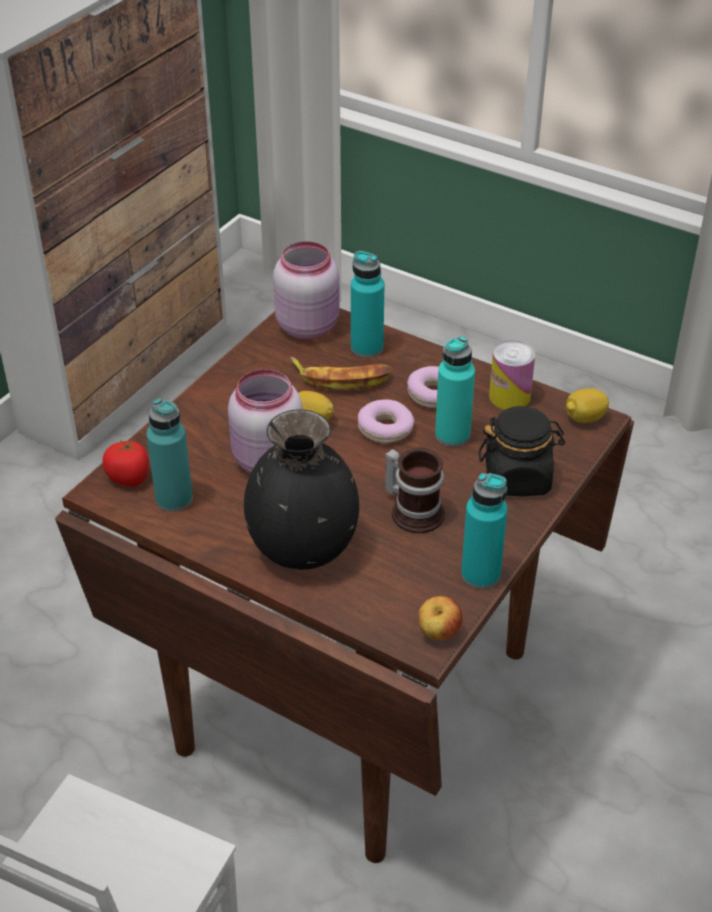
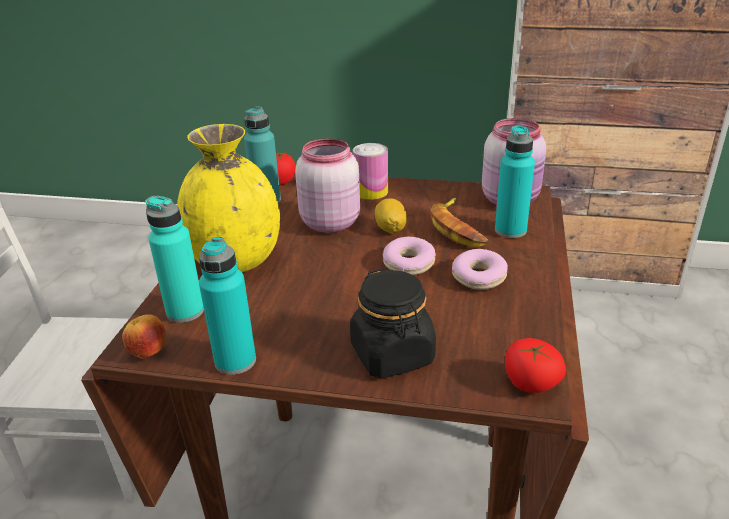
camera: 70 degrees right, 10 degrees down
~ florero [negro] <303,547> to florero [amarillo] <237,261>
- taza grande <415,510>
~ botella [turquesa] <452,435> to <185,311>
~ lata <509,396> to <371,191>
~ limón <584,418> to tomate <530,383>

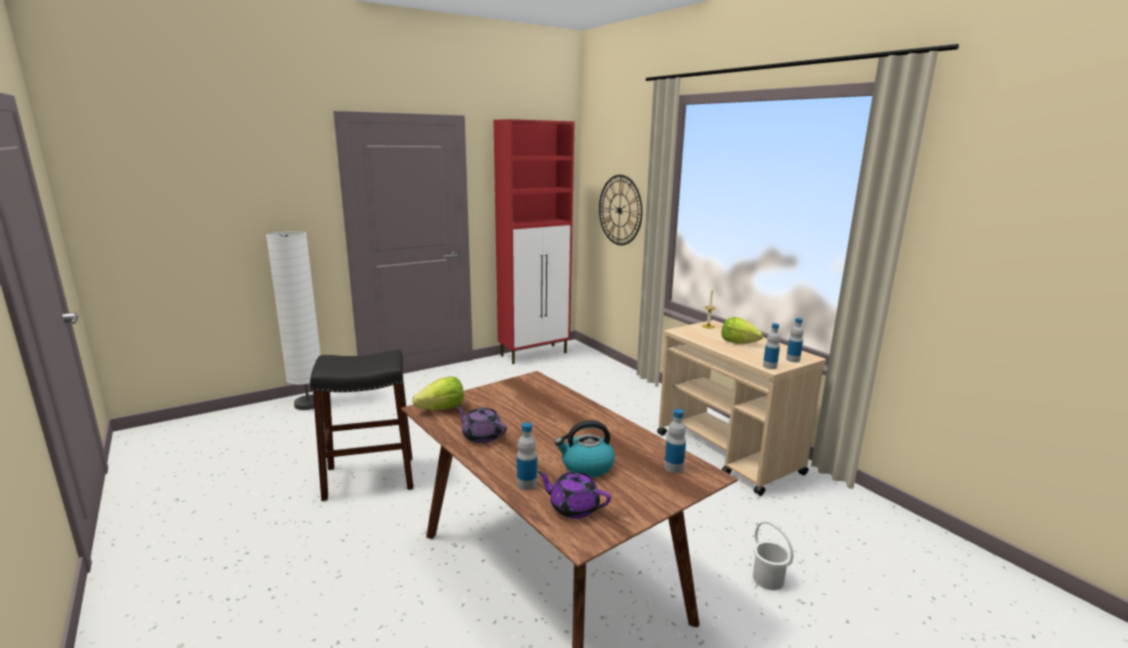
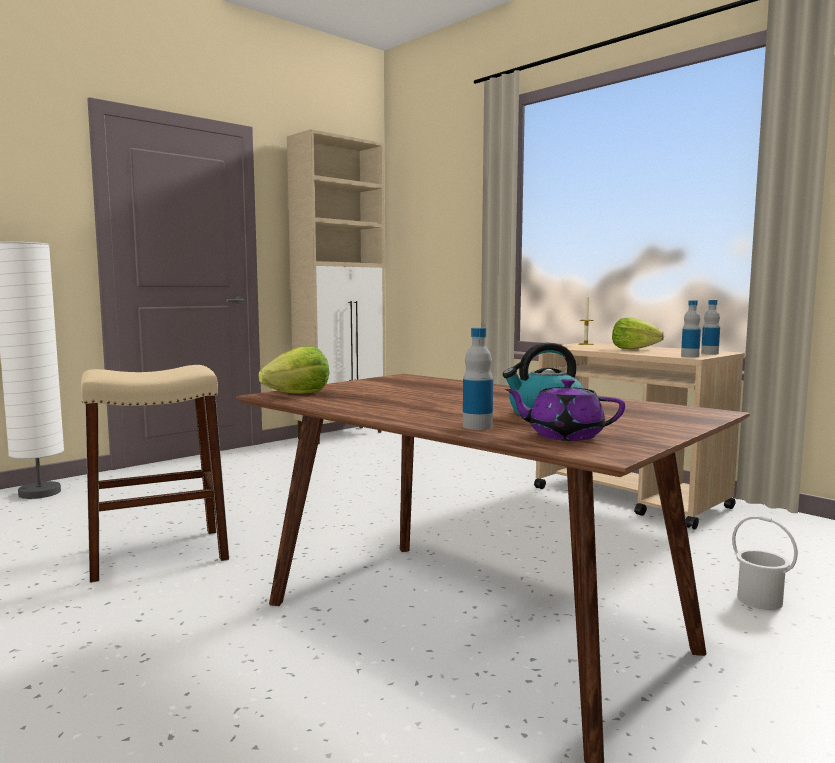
camera: 10 degrees left, 10 degrees down
~ taburete [negro] <370,477> to taburete [beis] <158,554>
- tetera [morado] <481,436>
~ armario [rojo] <535,354> to armario [beis] <342,435>
- reloj de pared <620,210>
- botella <673,467>

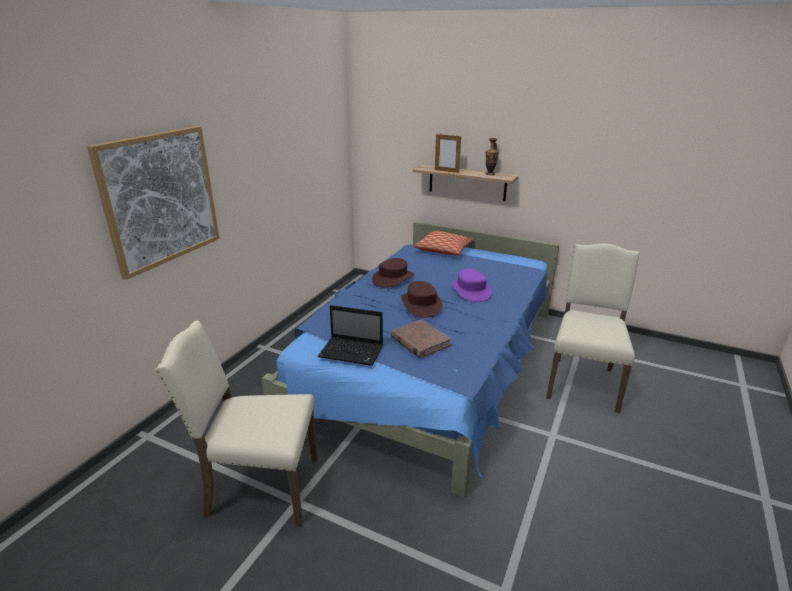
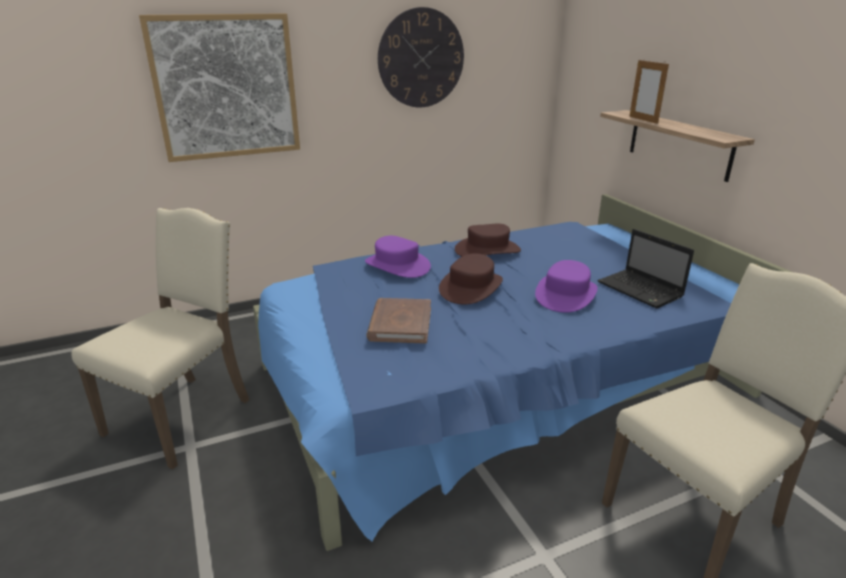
camera: 40 degrees right, 0 degrees up
~ silla [beis] <260,488> = <183,416> 75 degrees clockwise
~ portátil <352,352> to <641,290>
- cojín <444,250>
- florero <490,174>
+ sombrero [morado] <397,265>
+ reloj de pared <421,58>

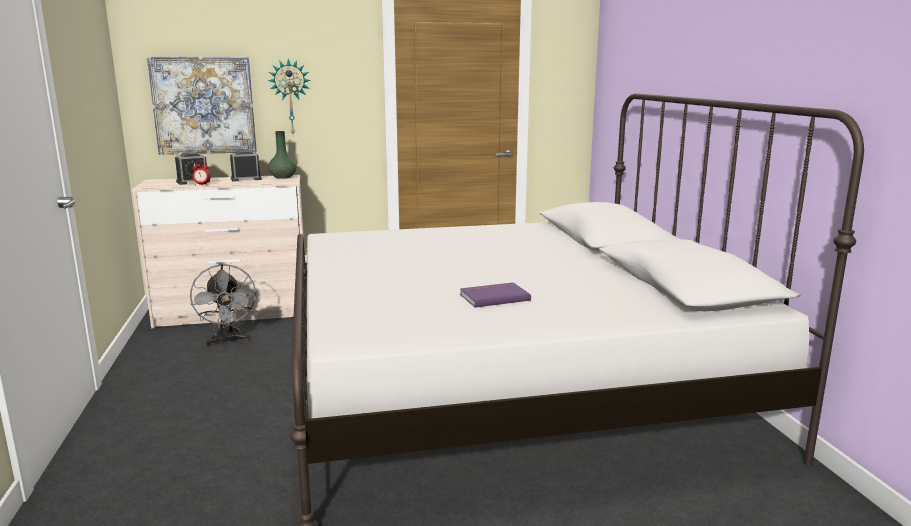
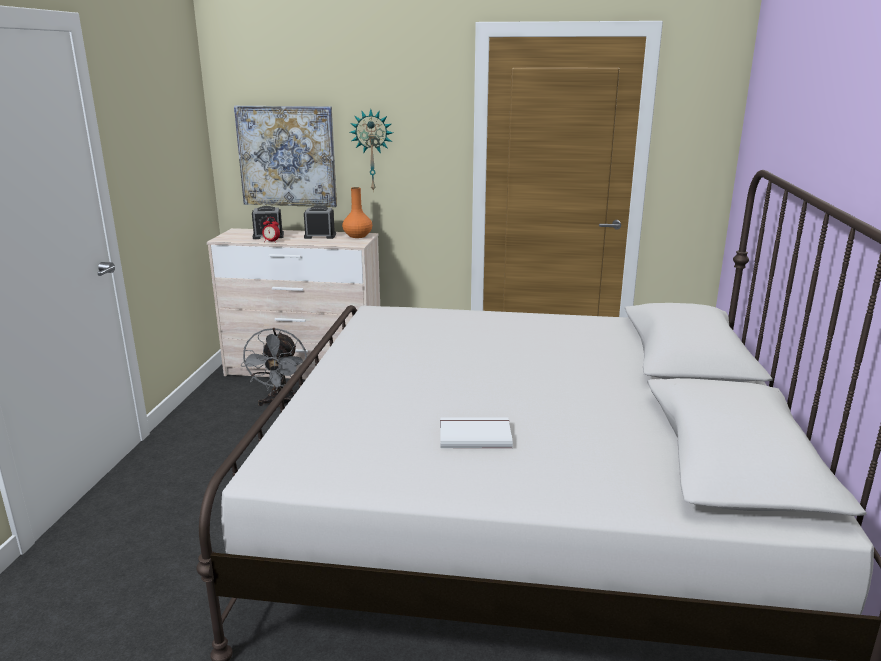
camera: 20 degrees right, 5 degrees up
~ florero [verde] <283,177> to florero [naranja] <358,236>
~ libro [morado] <493,297> to libro [blanco] <474,434>

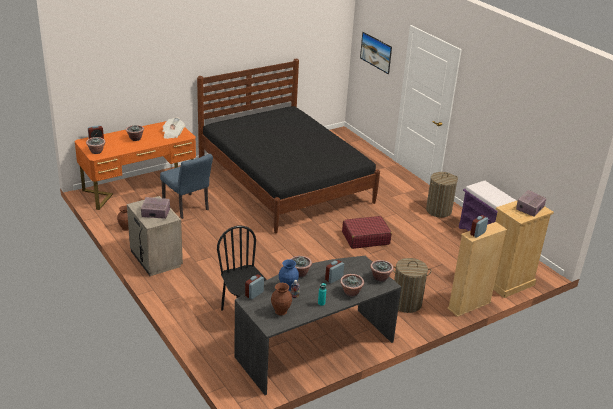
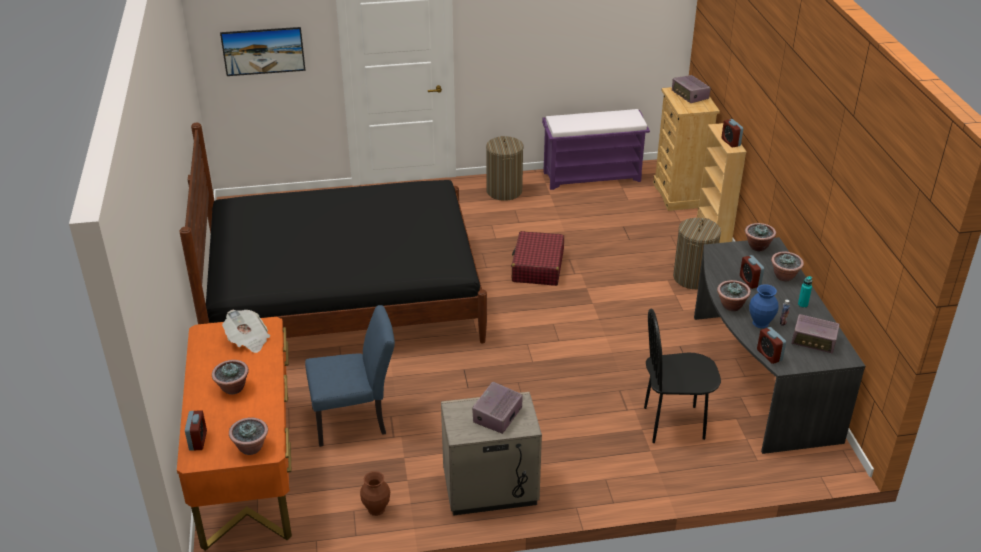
camera: 65 degrees left, 5 degrees up
~ florero [marrón] <281,311> to radio <814,341>

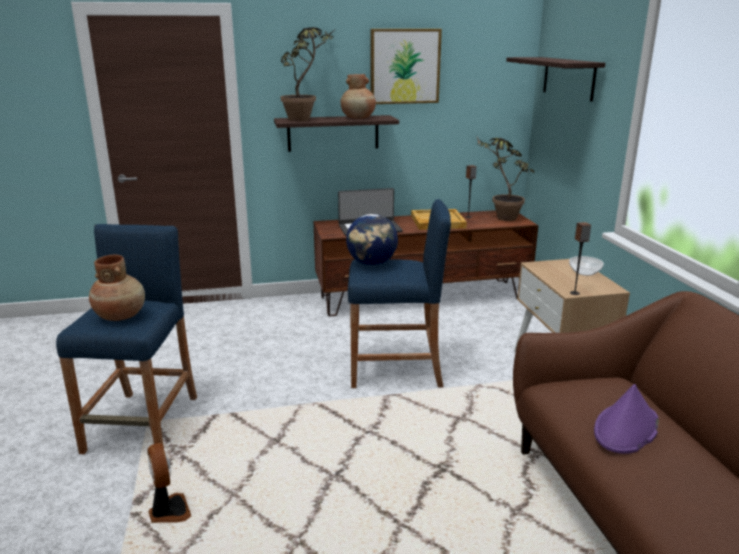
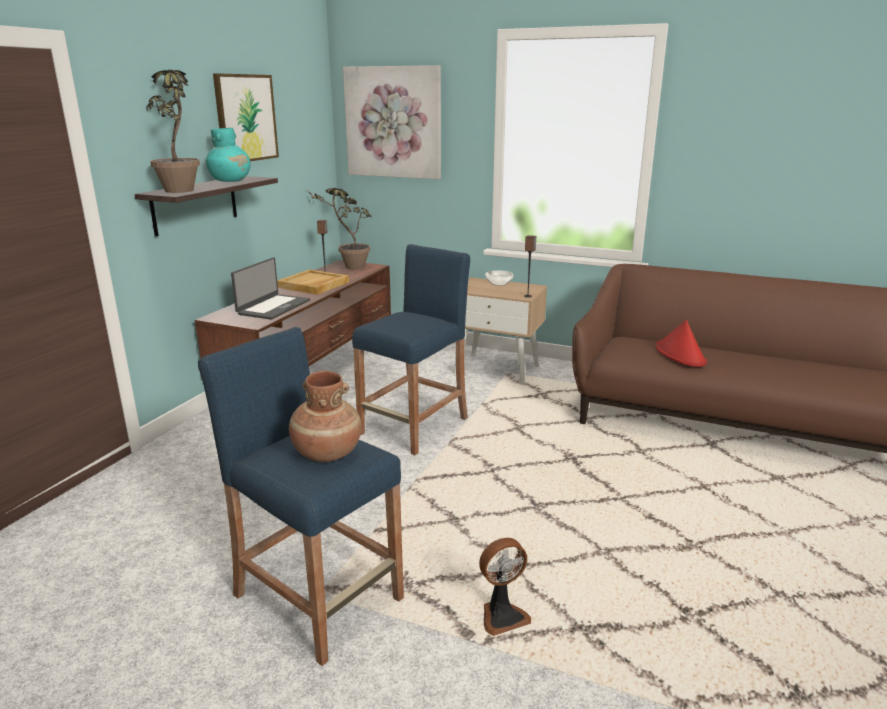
camera: 55 degrees left, 0 degrees up
~ ventilador <169,512> = <502,616> 150 degrees clockwise
~ florero [marrón] <358,118> to florero [turquesa] <231,181>
- globo terráqueo <372,264>
~ estante <568,78> to cuadro <393,122>
~ sombrero [morado] <626,428> to sombrero [rojo] <680,354>

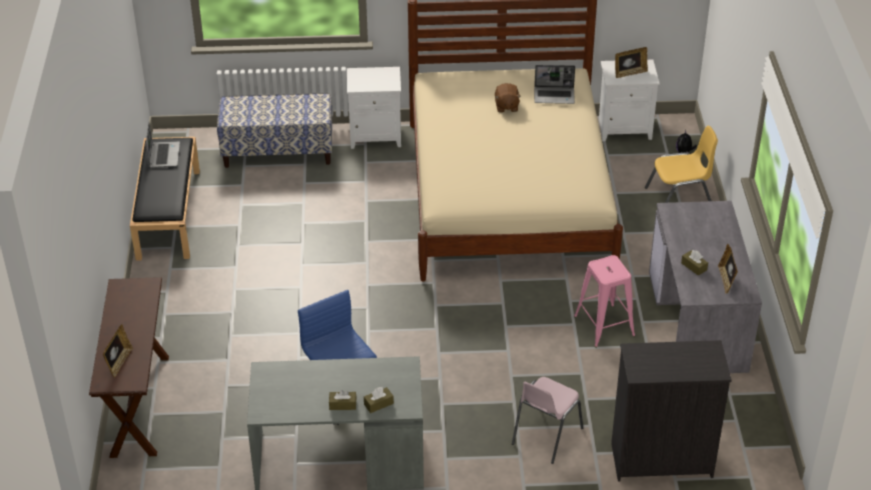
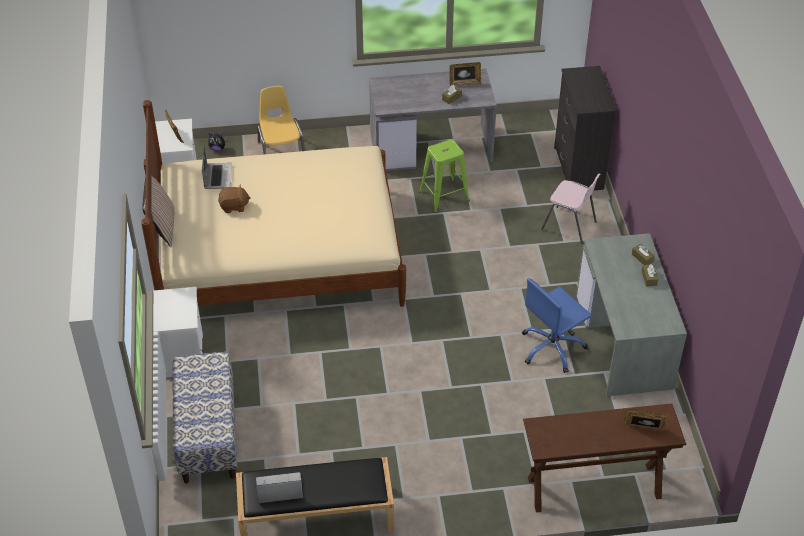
camera: 95 degrees left, 5 degrees up
~ taburete [rosa] <604,326> to taburete [verde] <444,196>
+ cojín <162,227>

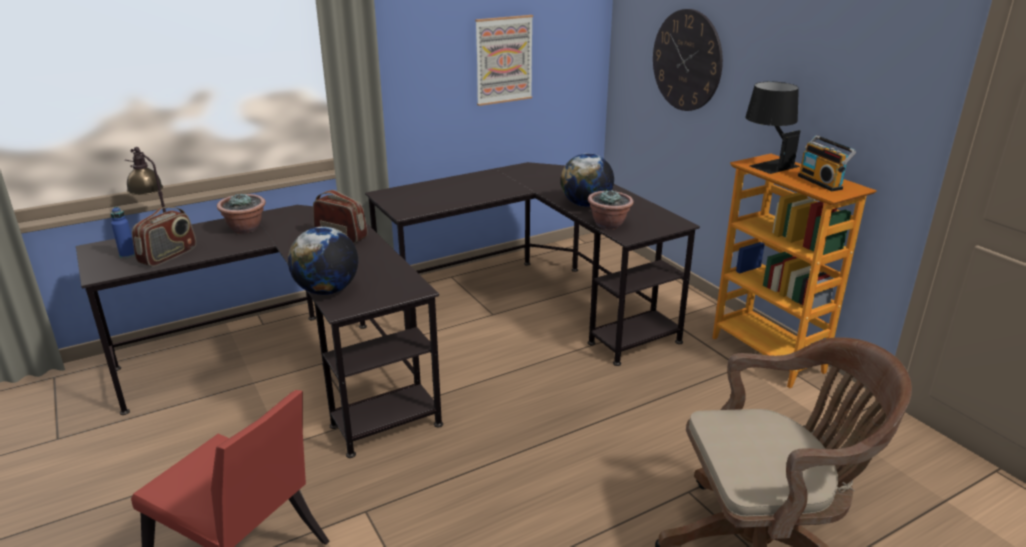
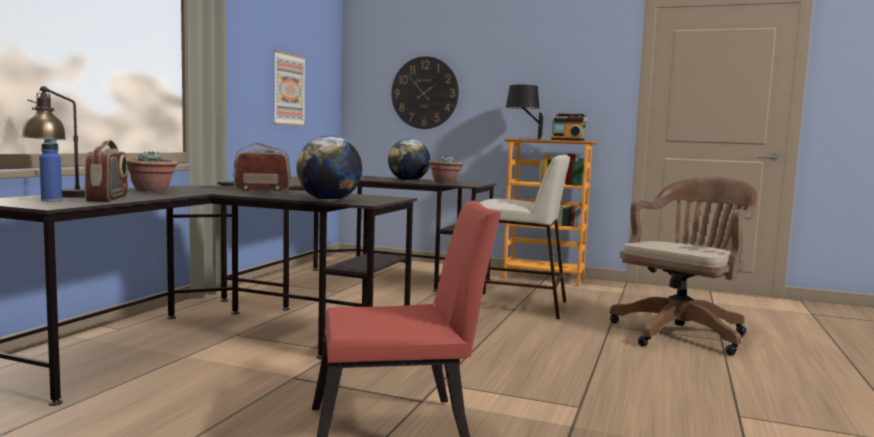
camera: 40 degrees left, 20 degrees down
+ taburete [beis] <516,305>

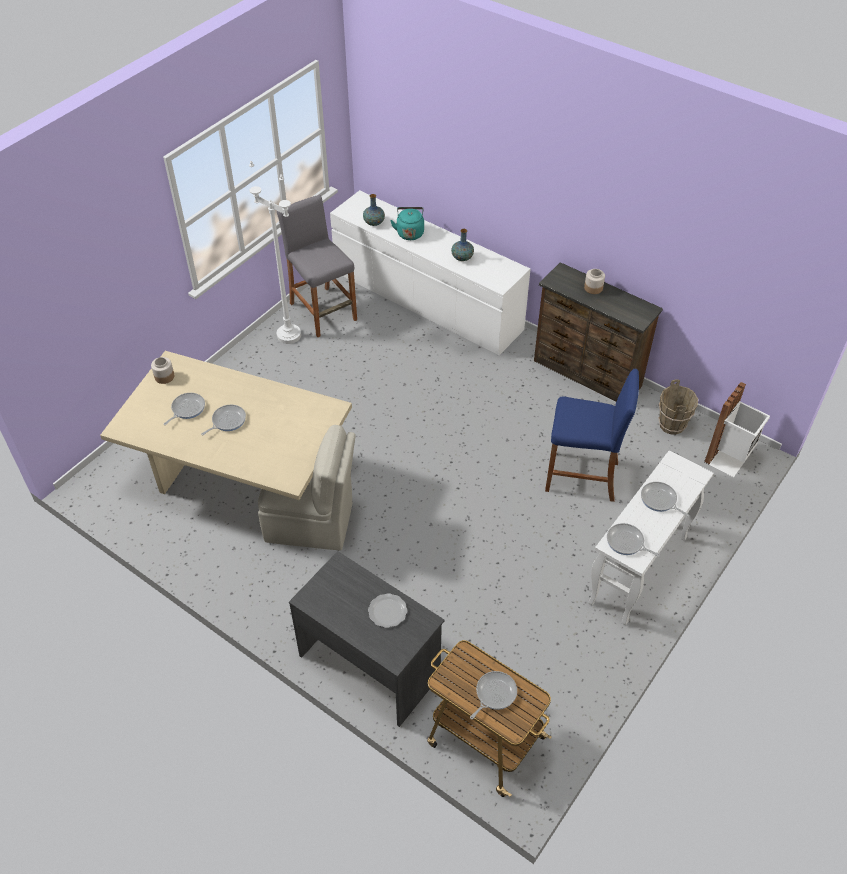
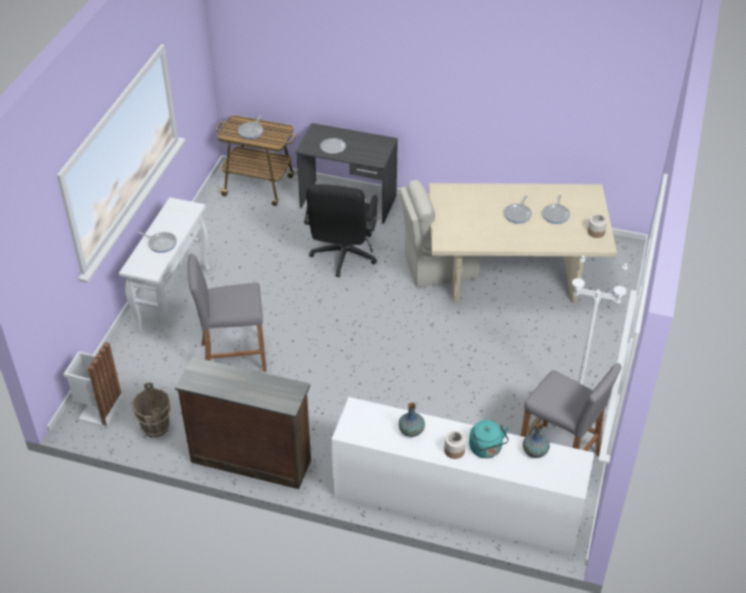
camera: 160 degrees right, 5 degrees down
~ taburete [azul] <581,476> to taburete [gris] <233,356>
~ tarro <593,288> to <454,451>
- sartén <626,542>
+ silla de oficina [negro] <343,257>

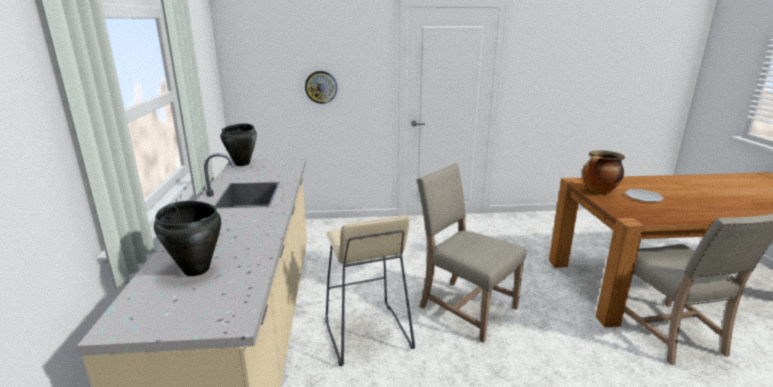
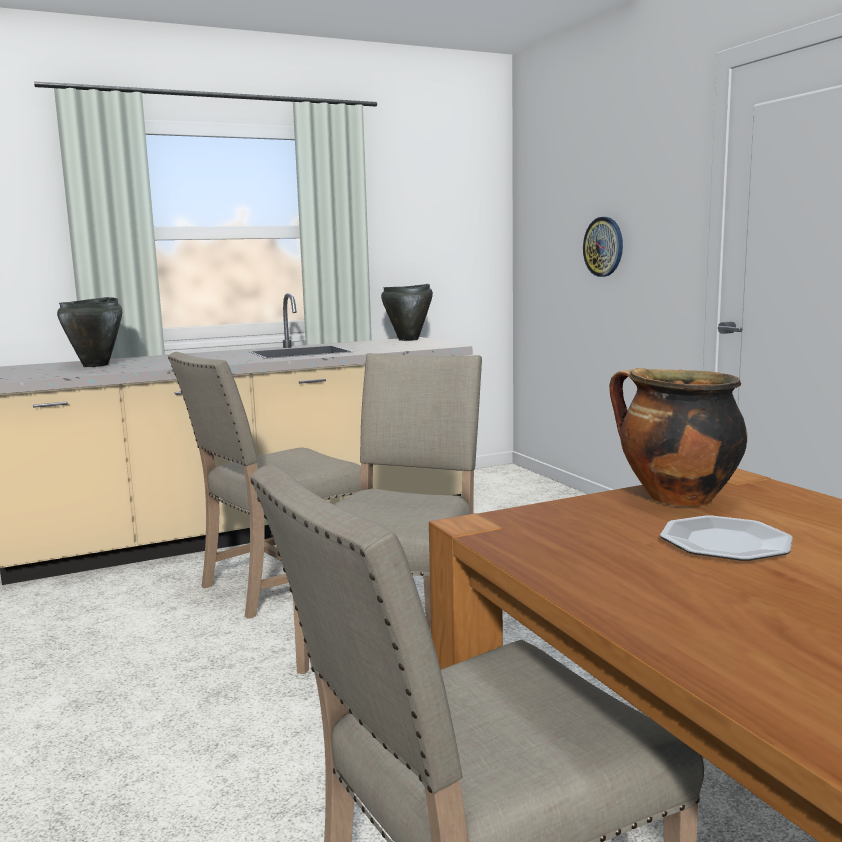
camera: 70 degrees right, 10 degrees down
~ taburete [beis] <366,334> to silla [beis] <279,585>

